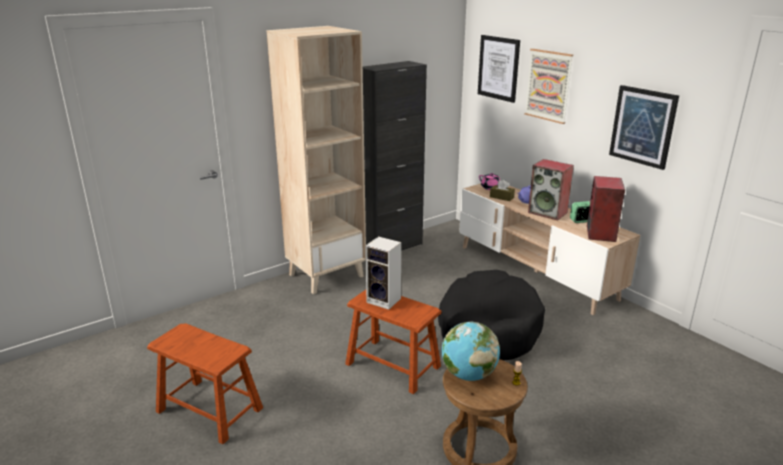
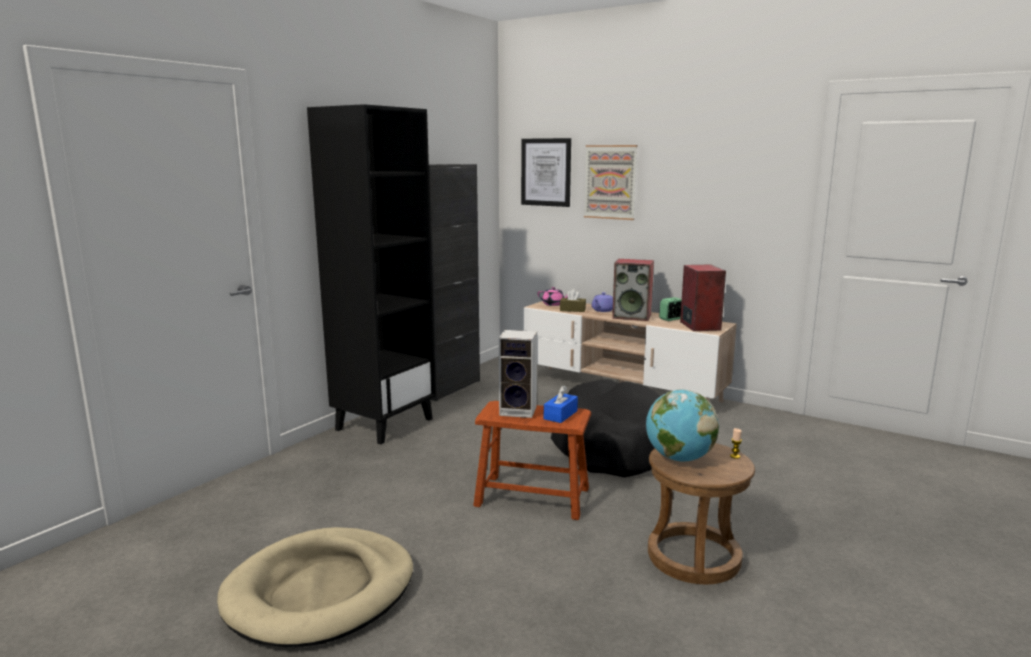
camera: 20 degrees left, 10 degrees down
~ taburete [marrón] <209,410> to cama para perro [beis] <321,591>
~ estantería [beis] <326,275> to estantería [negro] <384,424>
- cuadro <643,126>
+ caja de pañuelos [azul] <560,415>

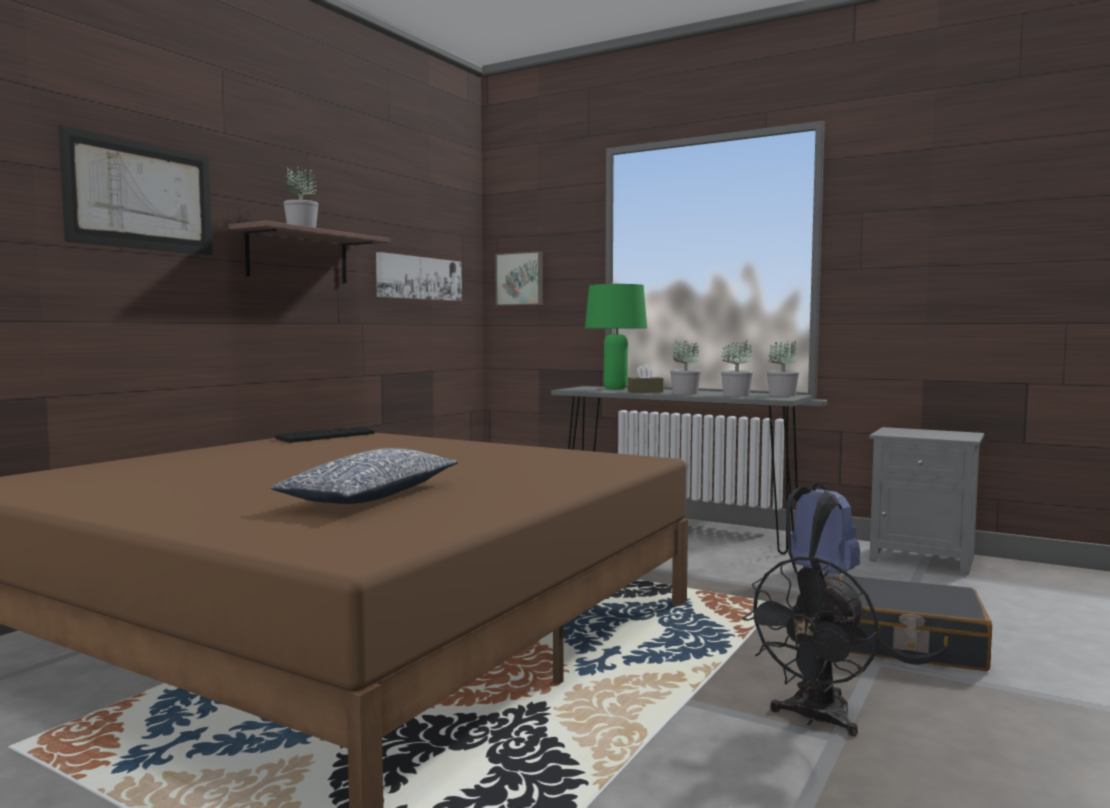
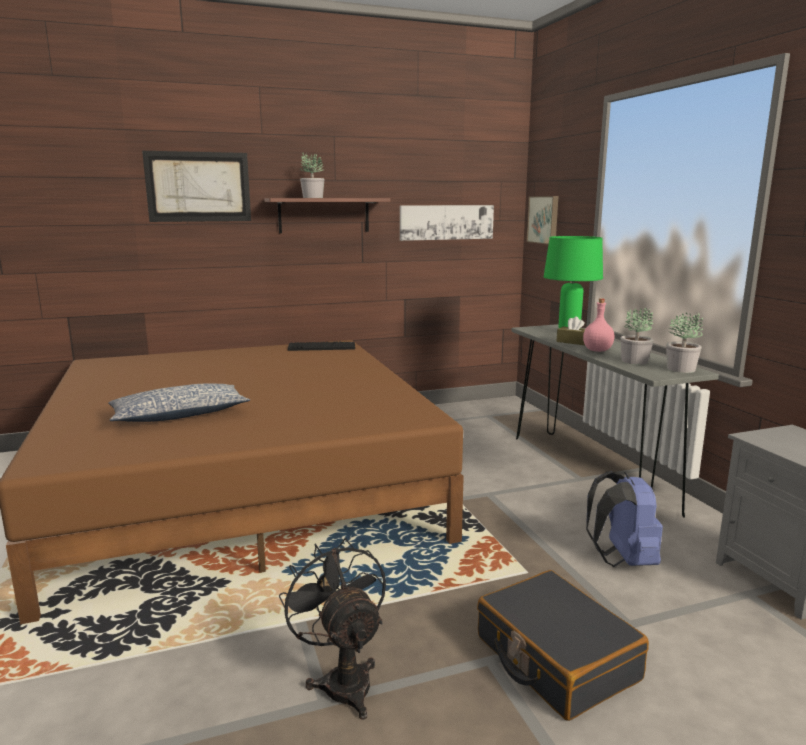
camera: 40 degrees right, 10 degrees up
~ planta en maceta <685,393> to botella [rosa] <597,350>
~ ventilador [negro] <814,719> = <343,680> 75 degrees clockwise

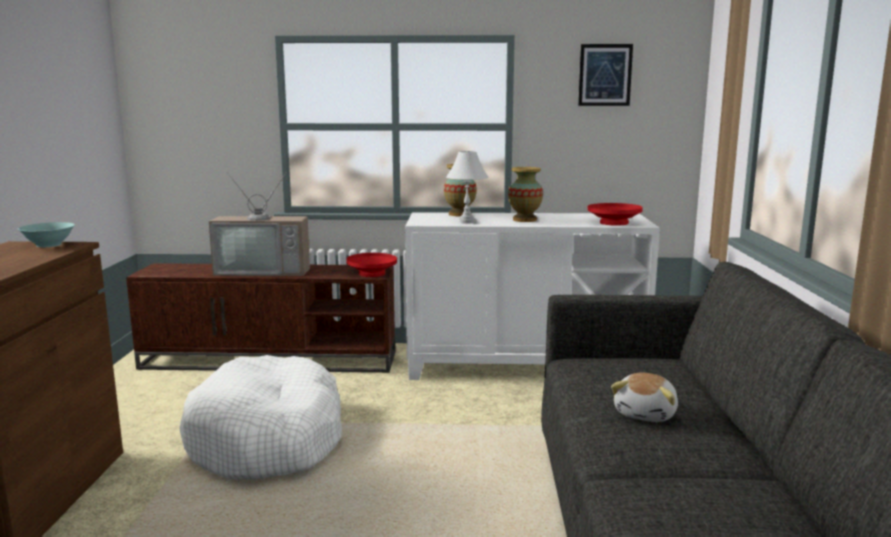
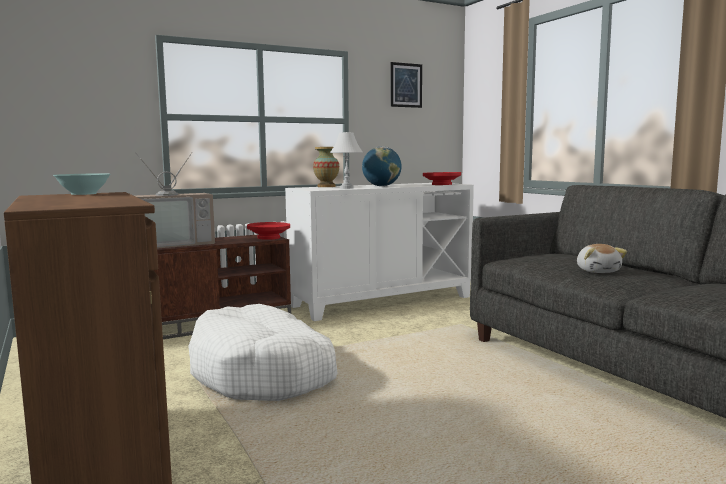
camera: 30 degrees left, 5 degrees down
~ florero <525,220> to globo terráqueo <381,186>

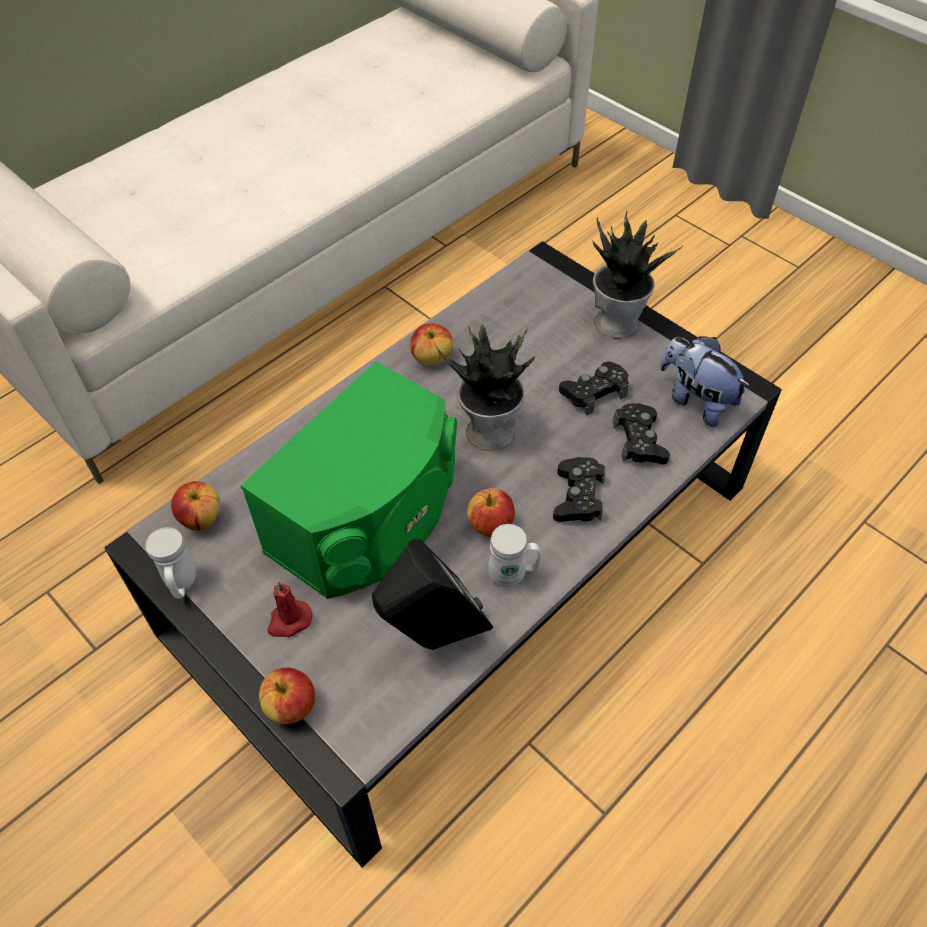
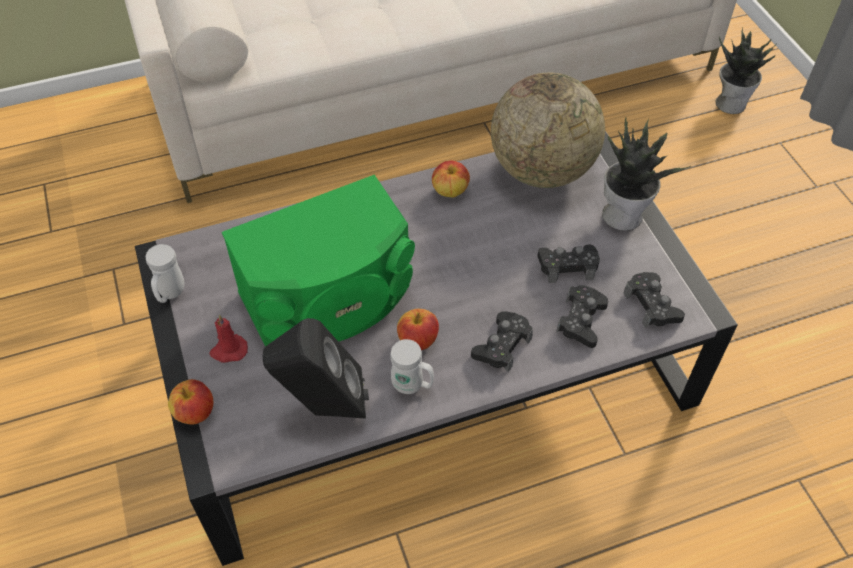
camera: 25 degrees right, 0 degrees up
- manzana <201,519>
~ planta en maceta <489,430> to <730,103>
~ peluche <696,400> to mando de consola [negro] <652,305>
+ globo terráqueo <541,170>

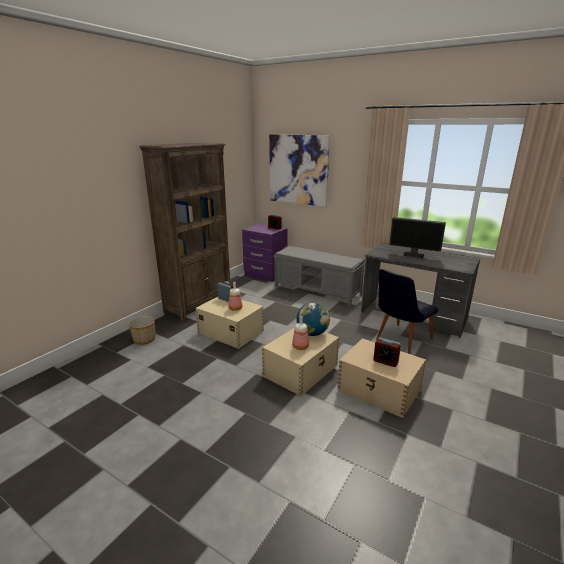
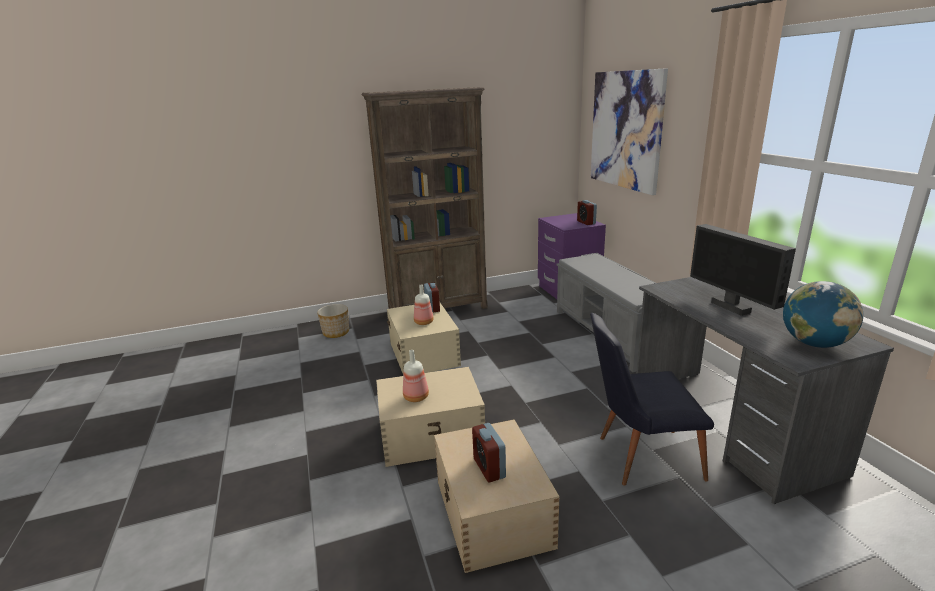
camera: 40 degrees right, 0 degrees up
~ globo terráqueo <312,333> to <814,343>

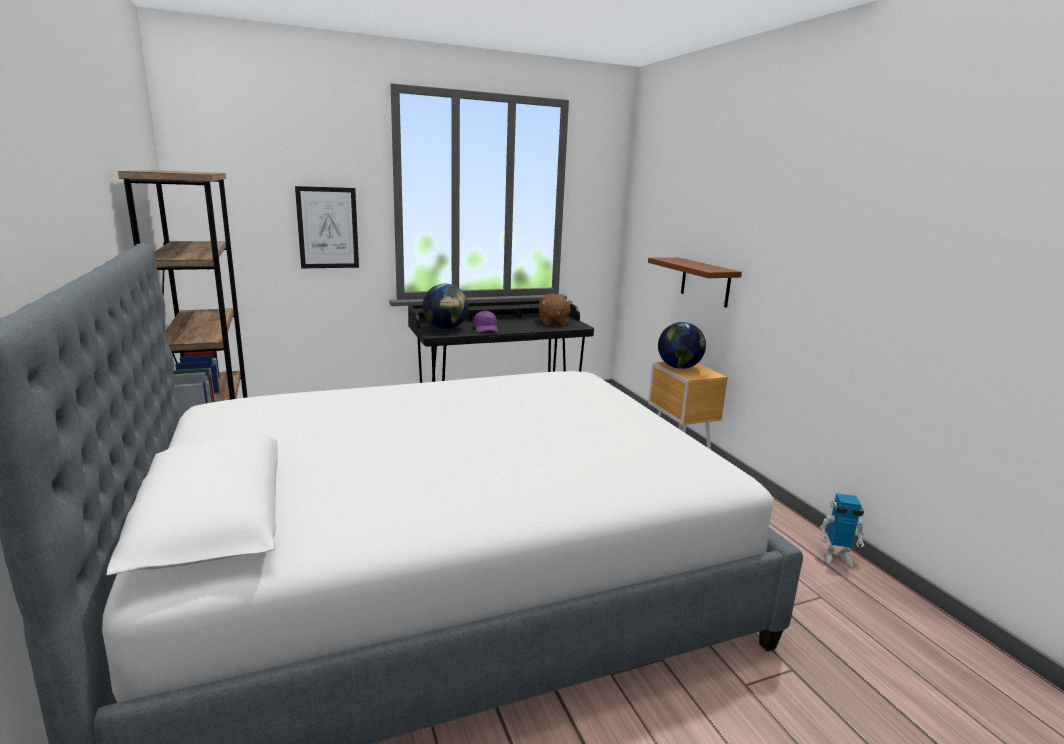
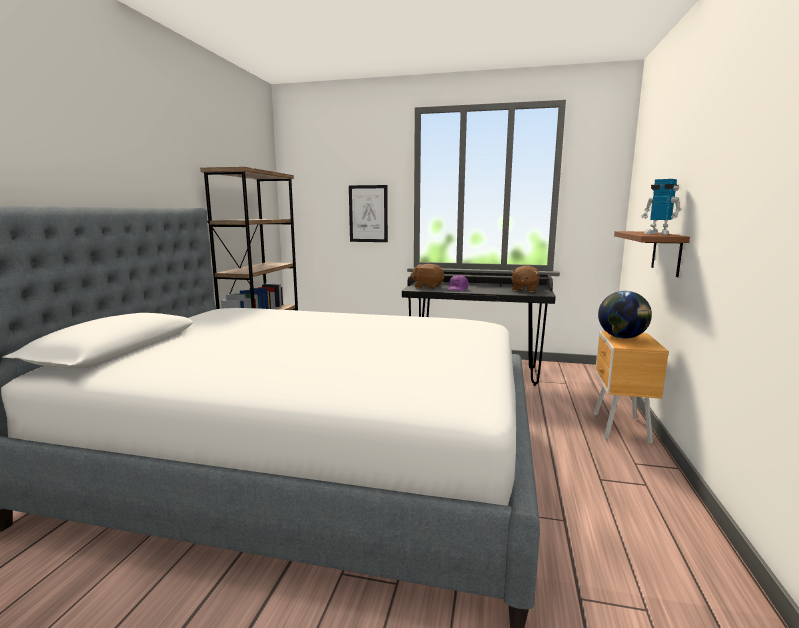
camera: 35 degrees right, 5 degrees down
~ globo terráqueo <445,328> to peluche [marrón] <427,287>
~ robot de juguete <836,557> to <658,234>

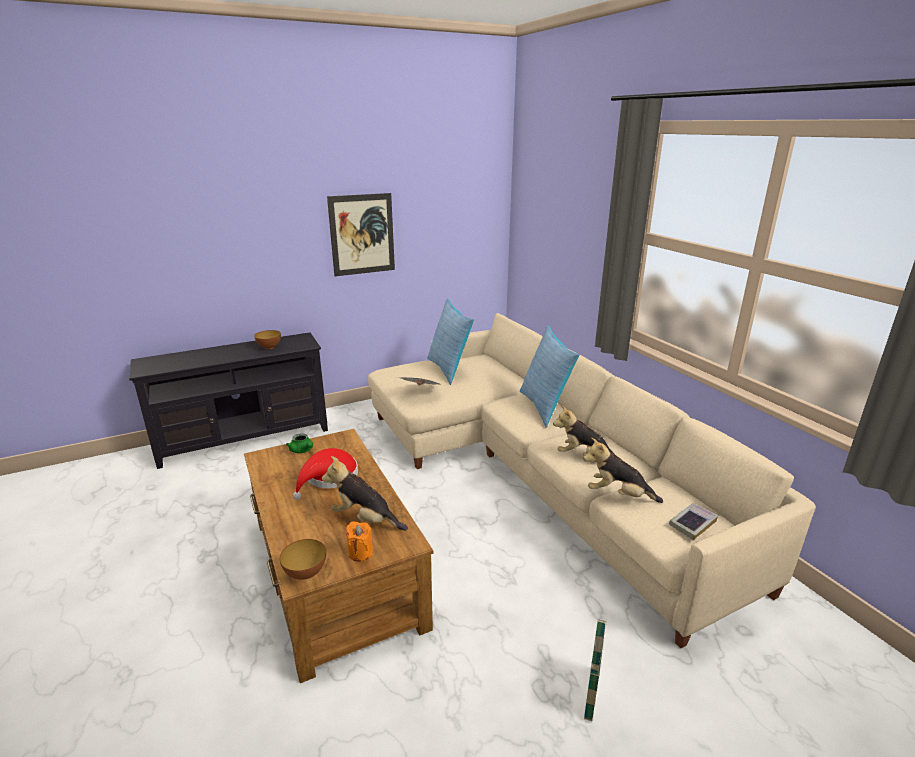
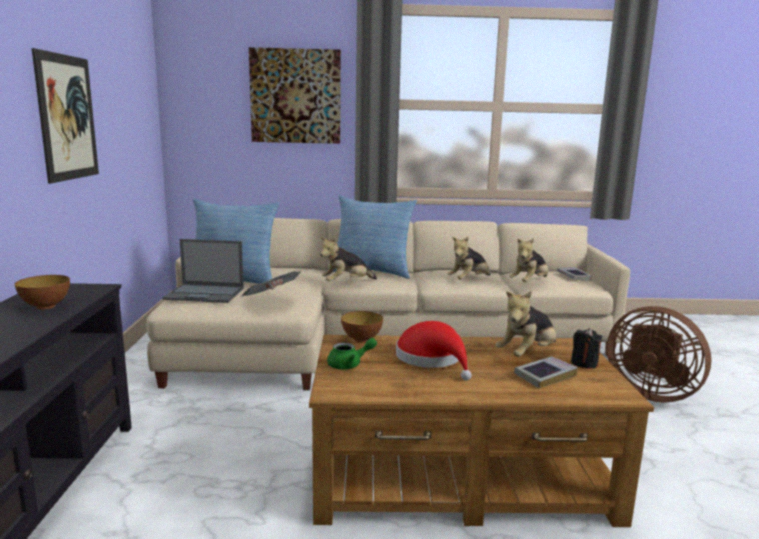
camera: 65 degrees left, 10 degrees down
~ cuenco <305,573> to <361,340>
~ vela [naranja] <360,553> to vela [negro] <584,363>
~ cesta <591,694> to ventilador [marrón] <650,393>
+ portátil <205,294>
+ cuadro <296,96>
+ peluche <346,283>
+ libro <545,376>

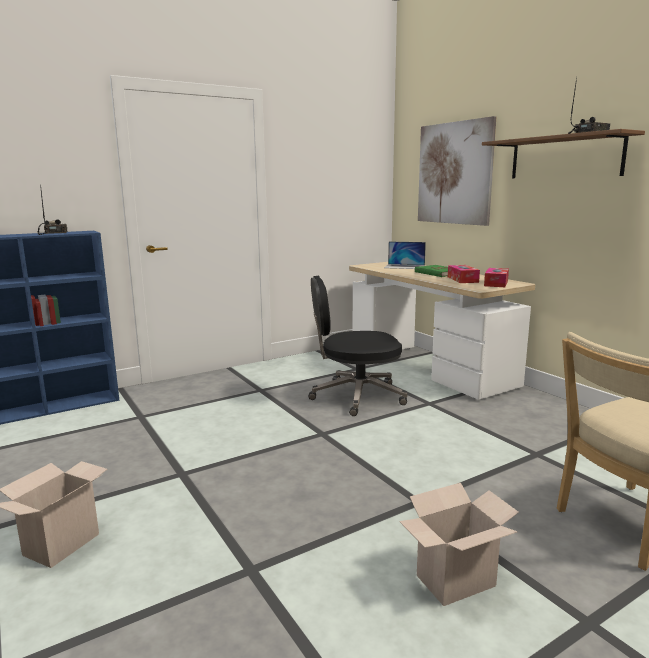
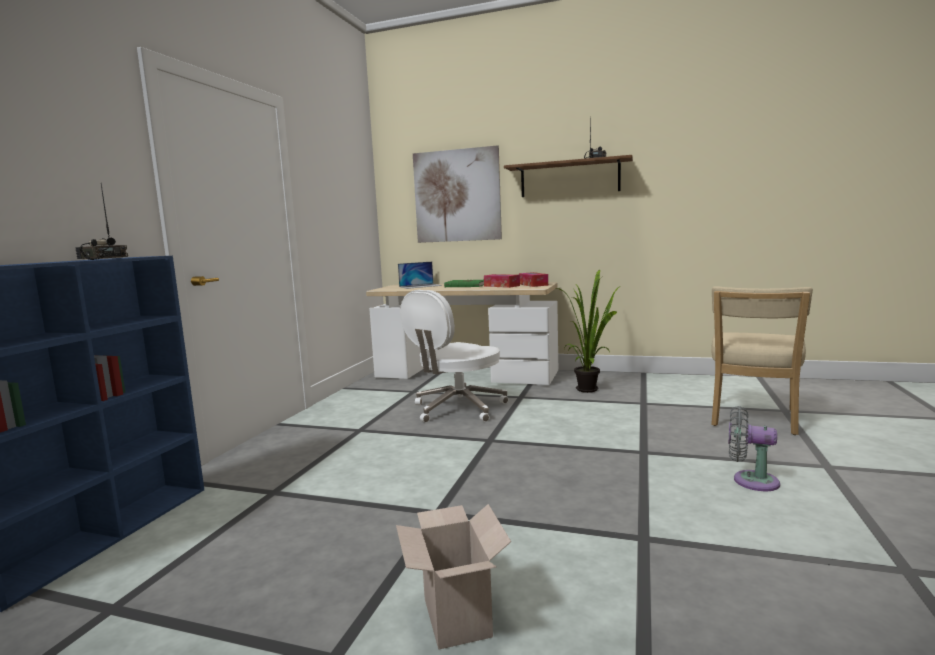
camera: 40 degrees left, 5 degrees down
~ silla de oficina [negro] <356,396> to silla de oficina [blanco] <457,409>
~ caja de cartón <455,583> to ventilador [gris] <750,480>
+ planta en maceta <591,389>

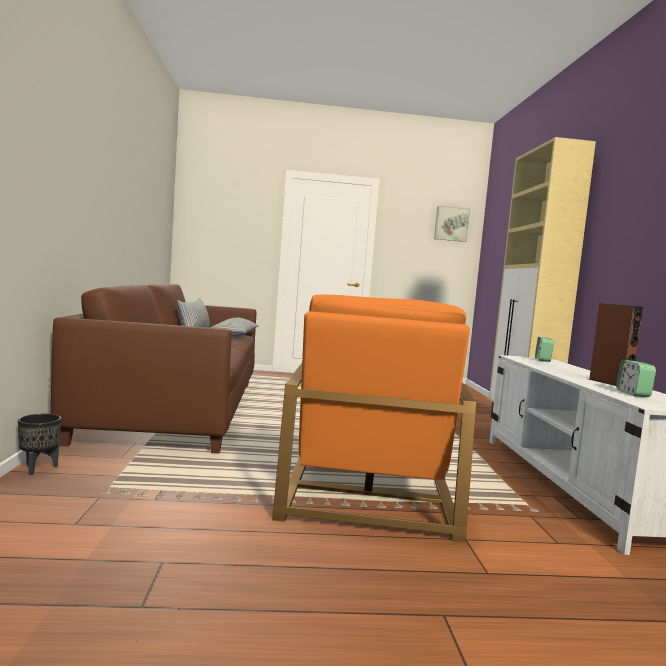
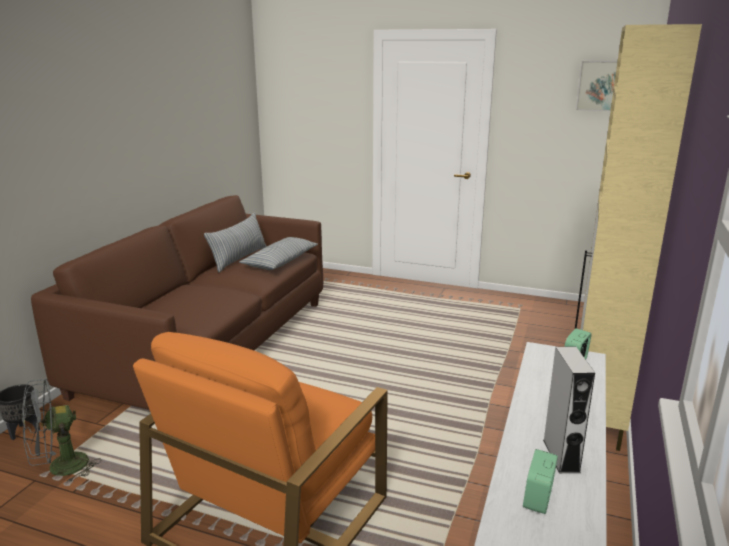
camera: 25 degrees right, 15 degrees up
~ altavoz [marrón] <610,383> to altavoz [gris] <561,455>
+ ventilador [gris] <59,469>

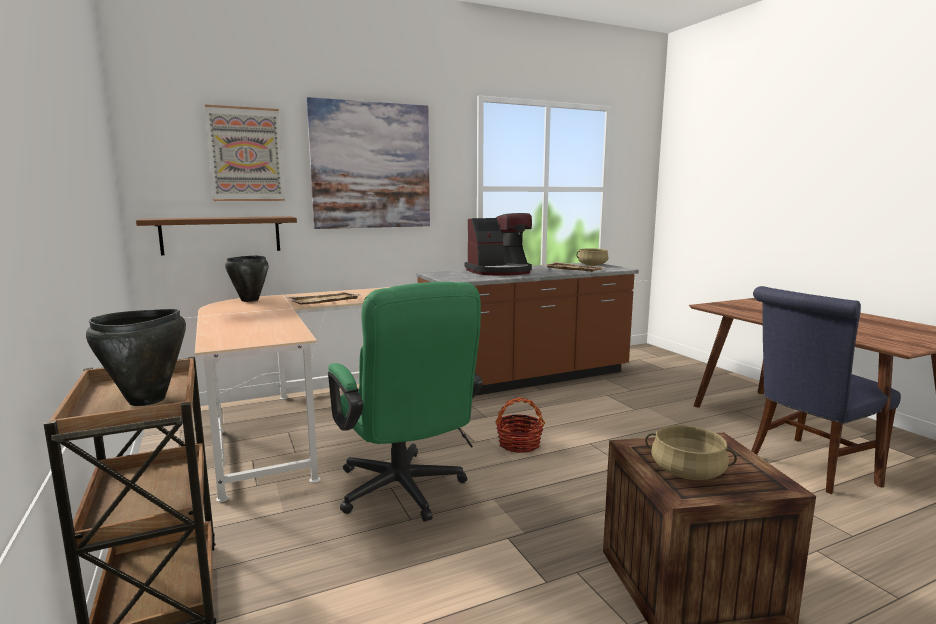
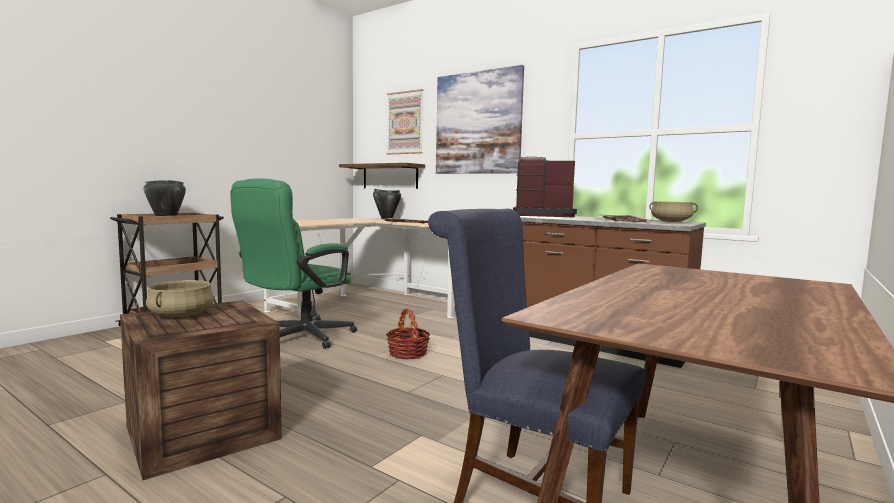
camera: 60 degrees right, 5 degrees down
~ cafetera <500,271> = <543,215> 150 degrees clockwise

